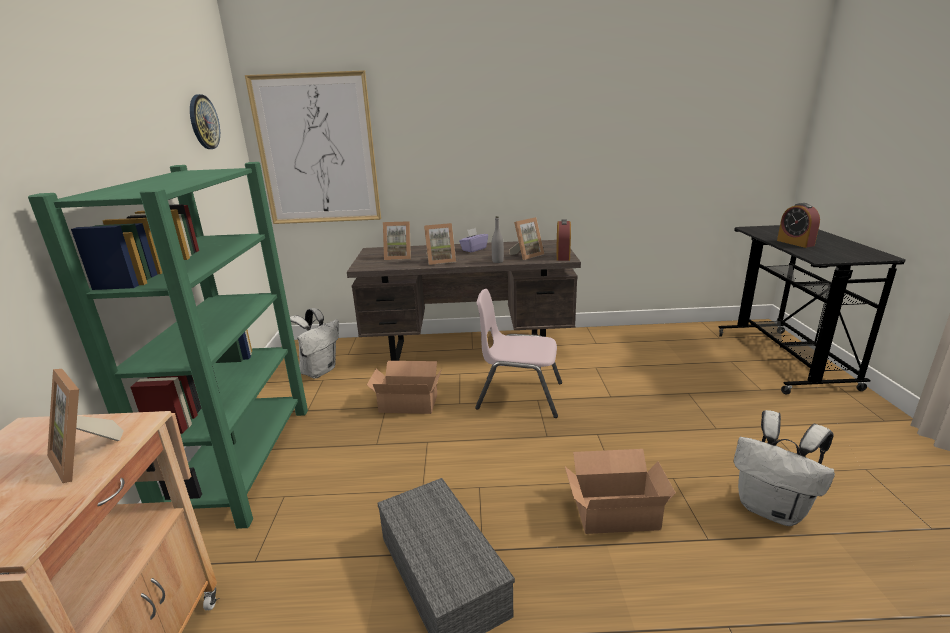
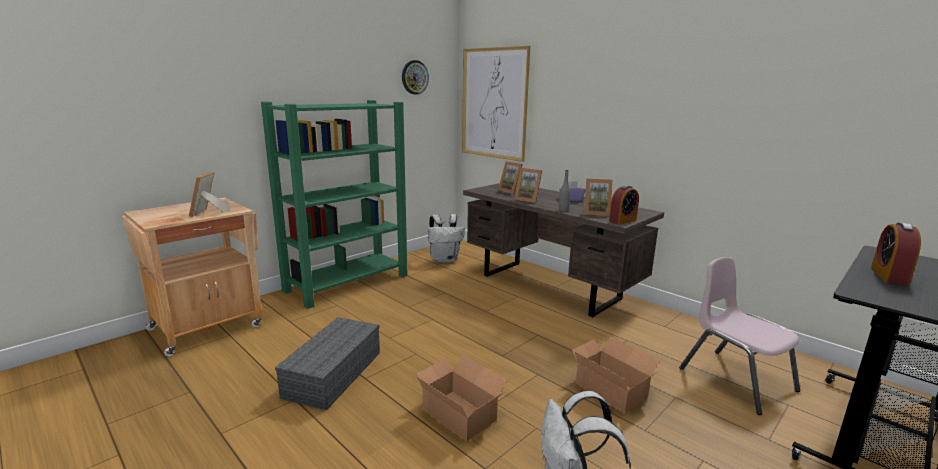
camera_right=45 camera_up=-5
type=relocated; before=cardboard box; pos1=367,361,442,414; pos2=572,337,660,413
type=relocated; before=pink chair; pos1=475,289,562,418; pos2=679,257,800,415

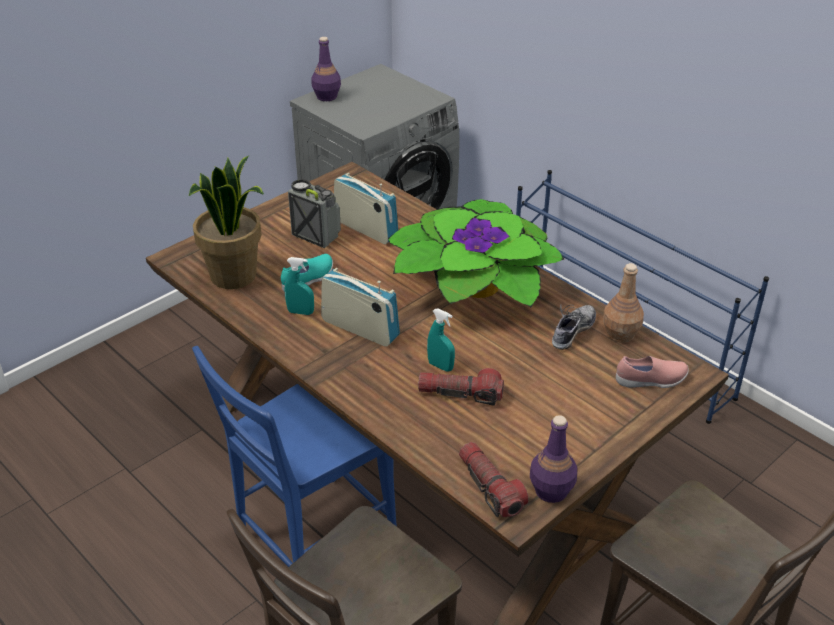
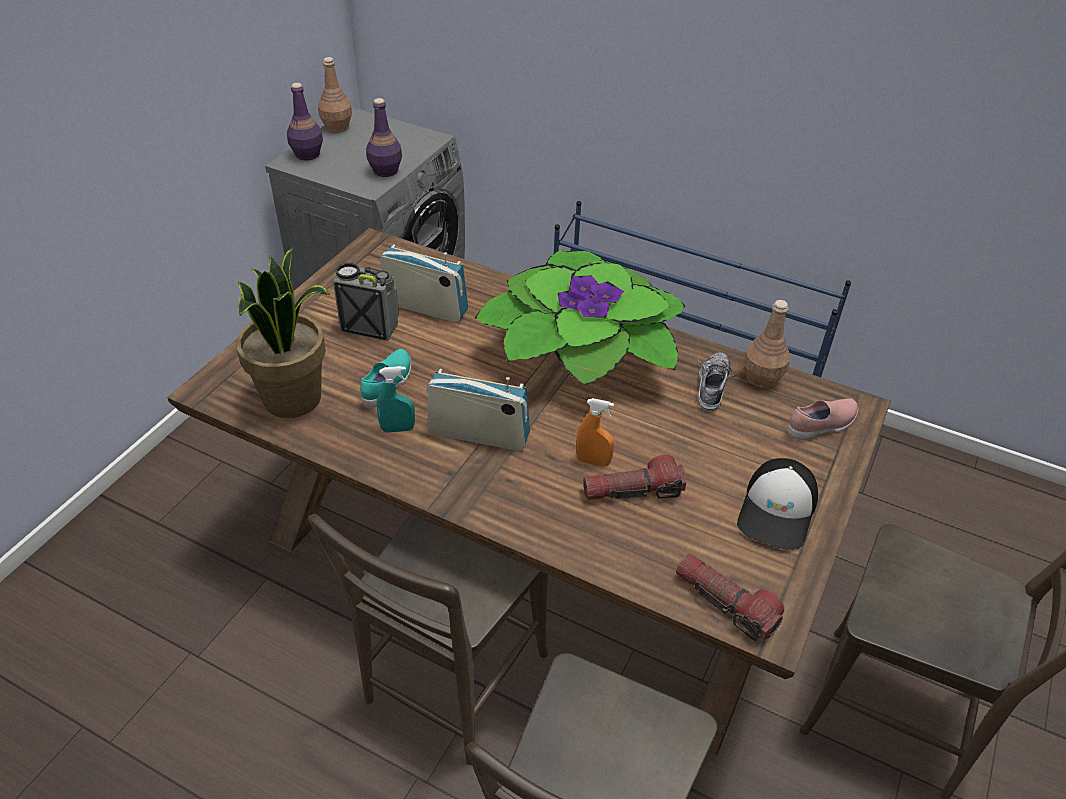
camera_right=-20 camera_up=5
type=colour; before=blue chair; after=brown chair; pos1=192,346,397,567; pos2=308,514,548,765
type=appeared; after=brown bottle; pos2=318,57,352,132
type=relocated; before=purple bottle; pos1=530,415,577,503; pos2=366,98,402,177
type=colour; before=turquoise spray bottle; after=orange spray bottle; pos1=427,309,455,372; pos2=576,398,614,467
type=appeared; after=cap; pos2=737,458,818,550

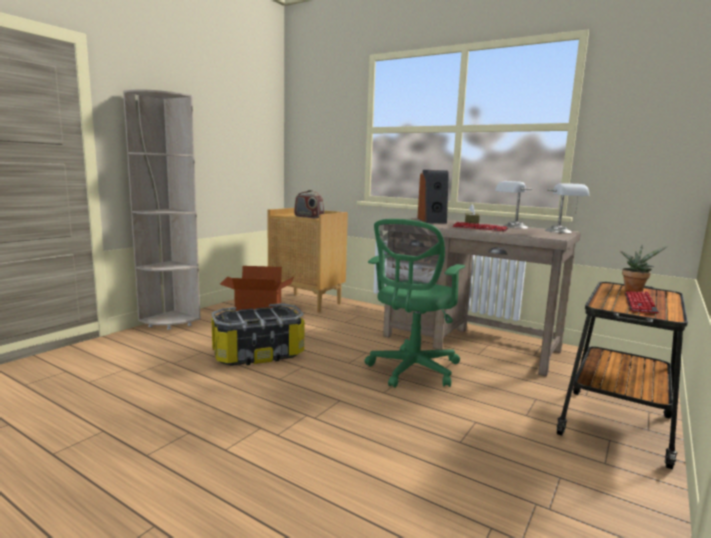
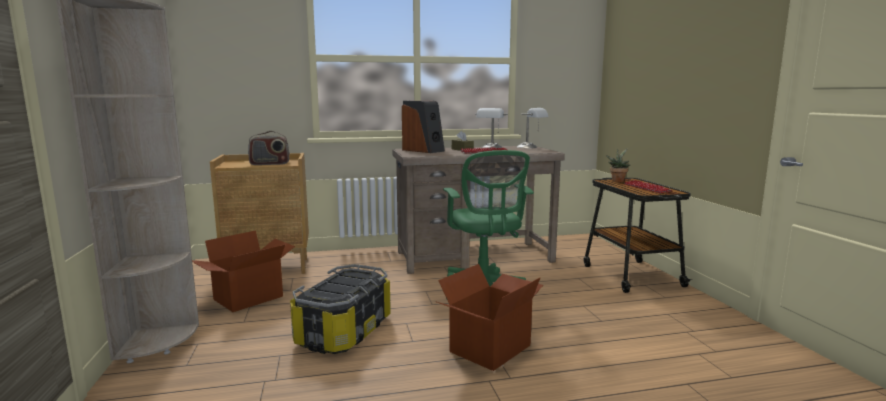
camera_right=-45 camera_up=0
type=appeared; after=cardboard box; pos2=437,264,543,371

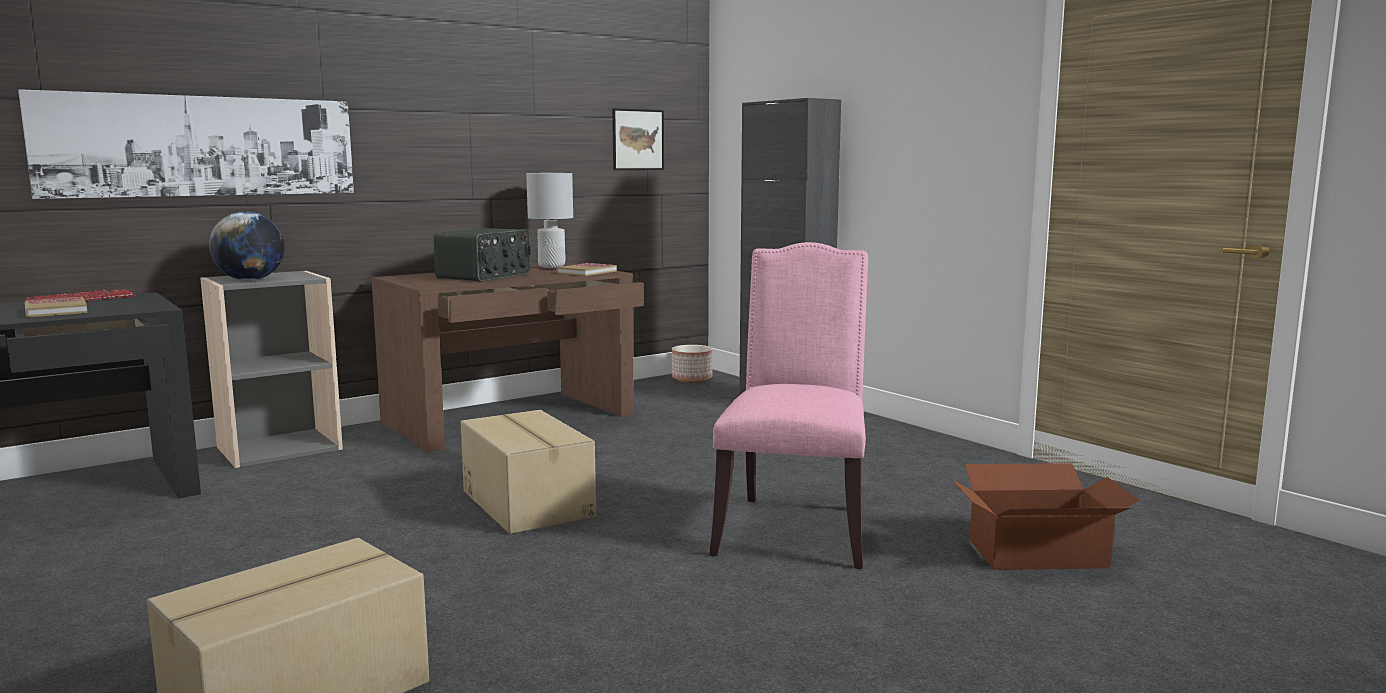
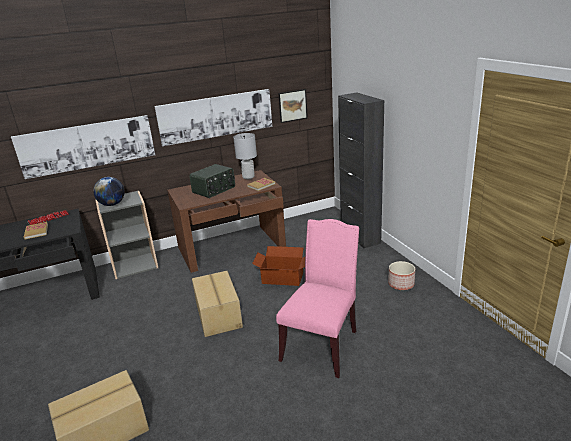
camera_right=15 camera_up=15
type=appeared; after=picture; pos2=154,89,272,146
type=relocated; before=cardboard box; pos1=951,463,1140,570; pos2=252,246,305,286
type=relocated; before=planter; pos1=672,345,713,383; pos2=388,261,415,290

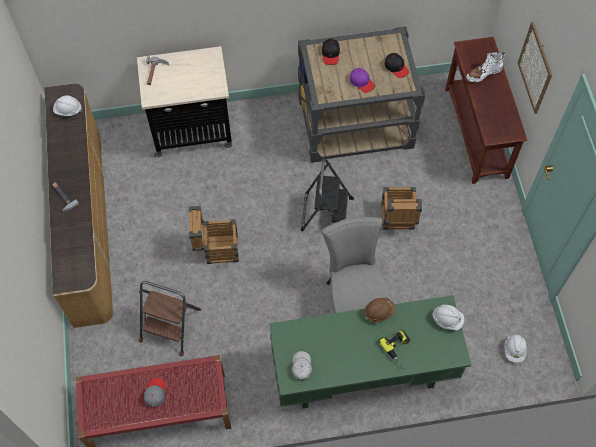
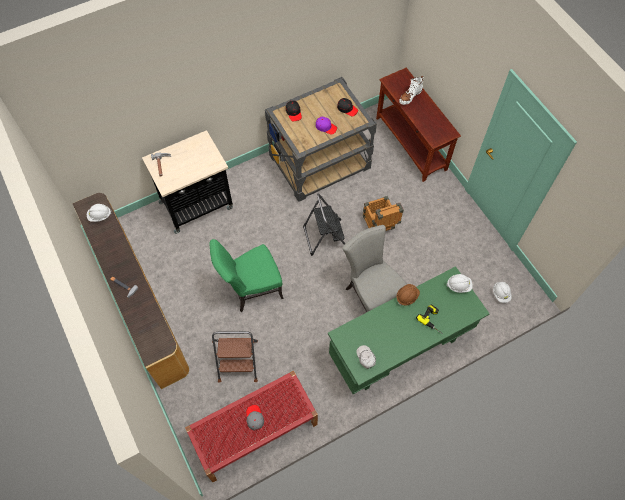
camera_right=-20 camera_up=0
type=exchanged; before=crate; after=green chair; pos1=188,206,239,264; pos2=210,239,284,312
type=missing; before=picture; pos1=518,22,552,114

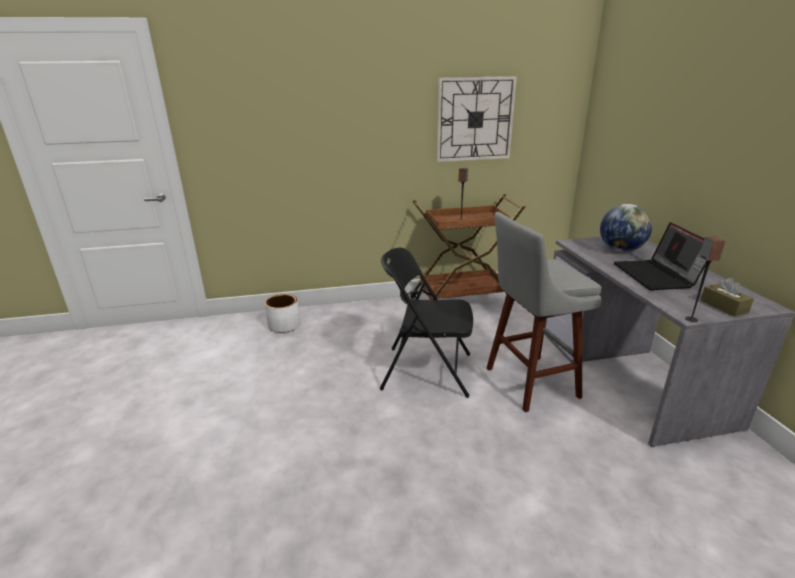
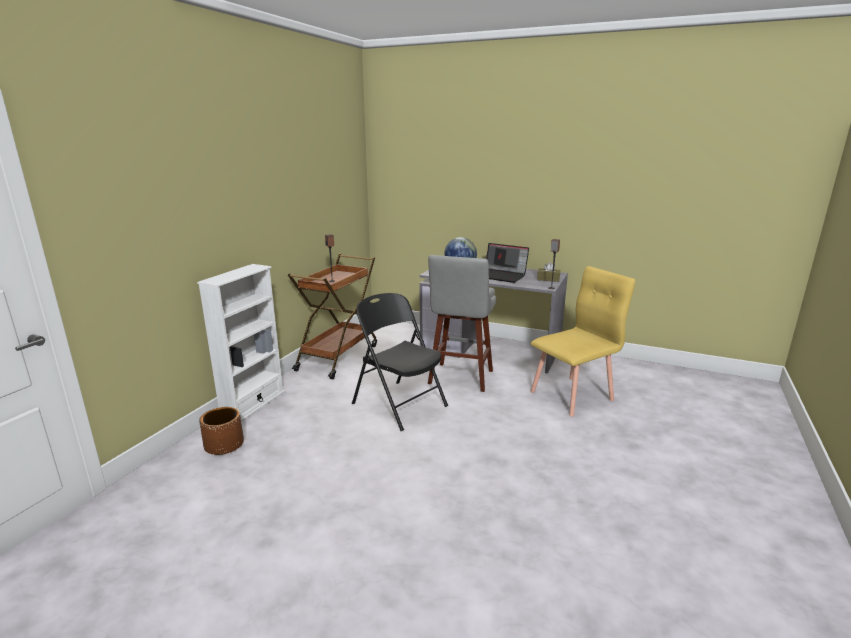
camera_right=-55 camera_up=-5
type=appeared; after=white bookcase; pos2=197,264,285,422
type=colour; before=white planter; after=brown planter; pos1=265,294,300,333; pos2=199,407,244,455
type=spun; before=black chair; pos1=380,248,473,398; pos2=352,293,448,431; turn=90
type=appeared; after=yellow chair; pos2=530,266,635,416
type=missing; before=wall clock; pos1=437,76,517,162

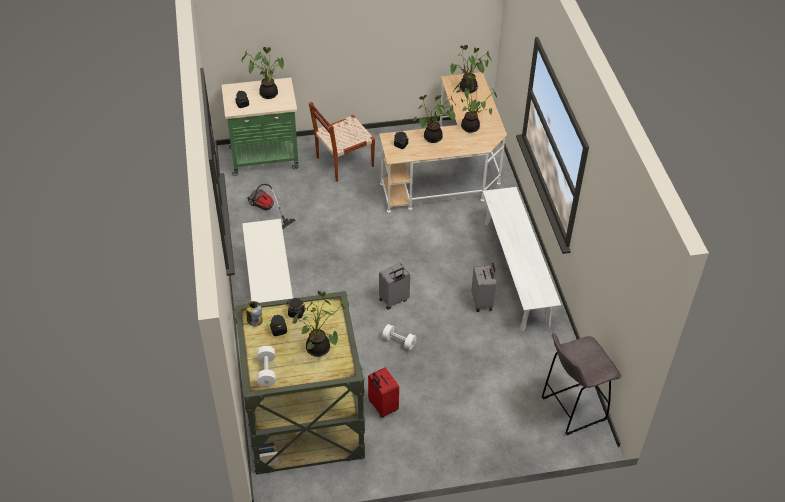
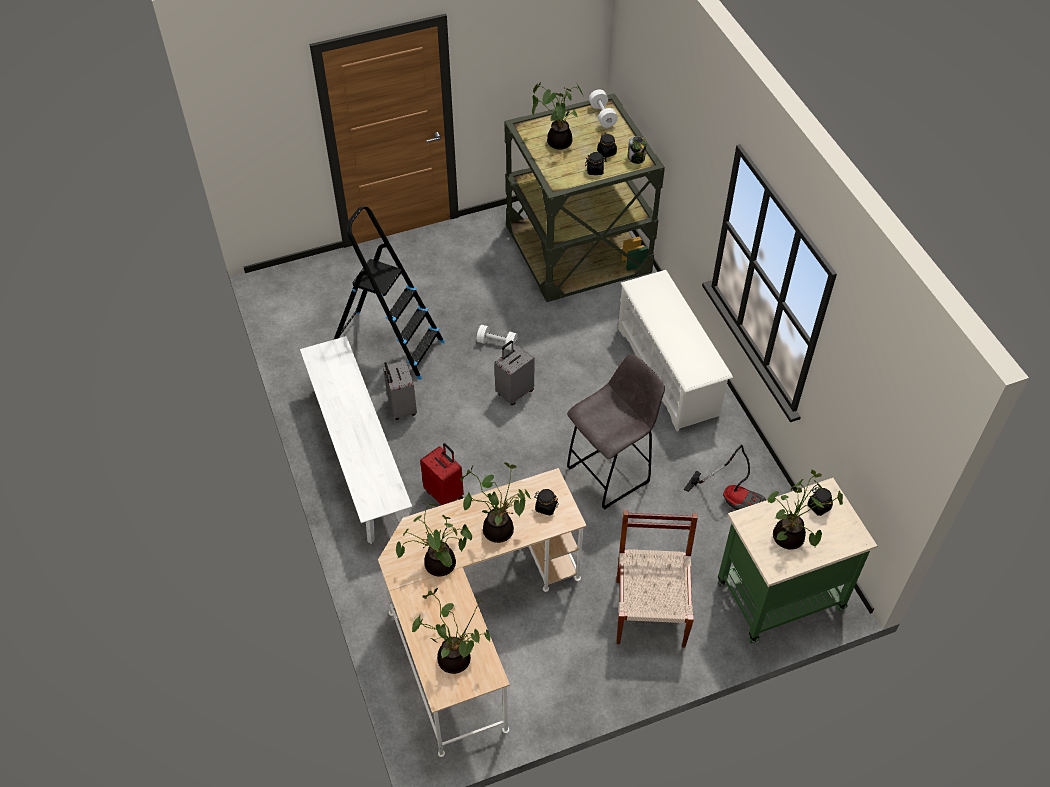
camera_right=170 camera_up=5
type=appeared; after=black step ladder; pos2=334,206,445,380
type=relocated; before=red suitcase; pos1=368,367,399,418; pos2=420,443,464,505
type=relocated; before=grey stool; pos1=542,333,621,435; pos2=567,354,665,510
type=spun; before=chair; pos1=309,102,375,182; pos2=616,510,698,648; turn=-45

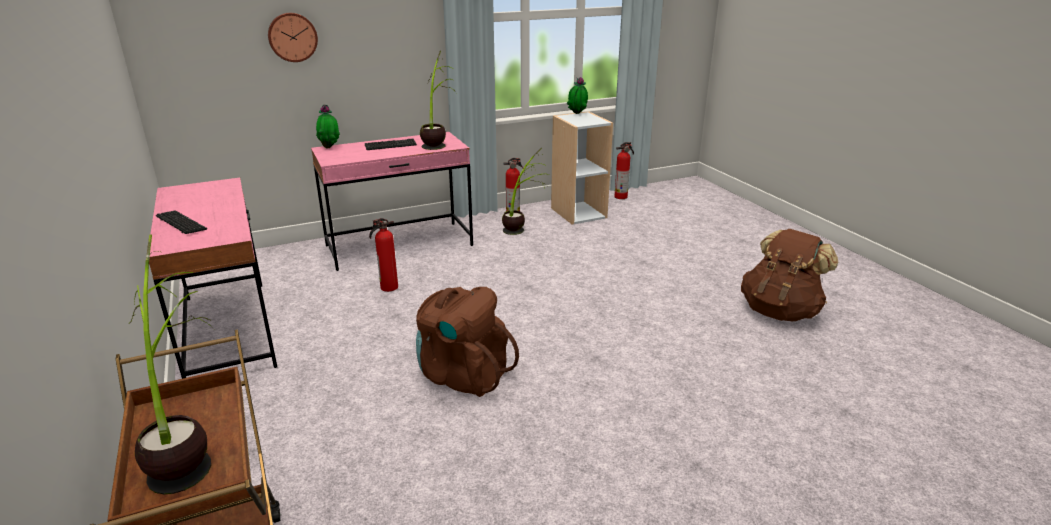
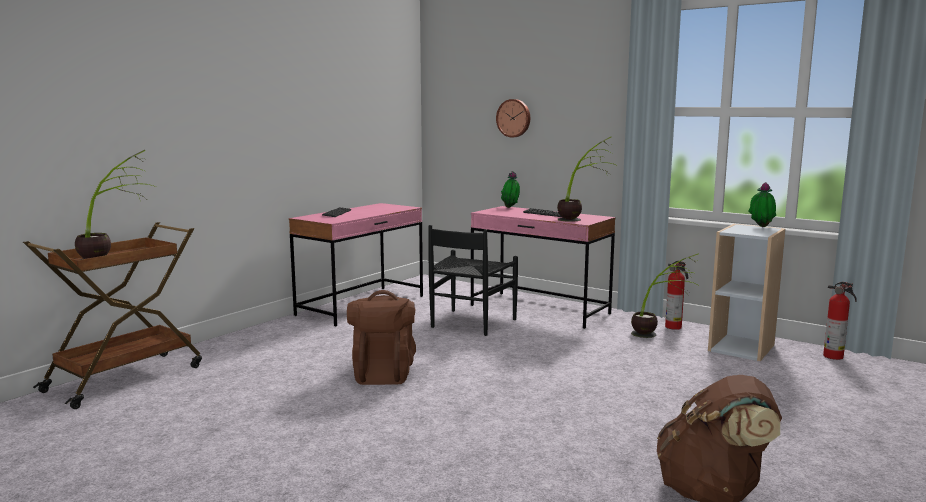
camera_right=60 camera_up=-15
type=exchanged; before=fire extinguisher; after=black chair; pos1=369,218,398,292; pos2=429,225,518,336

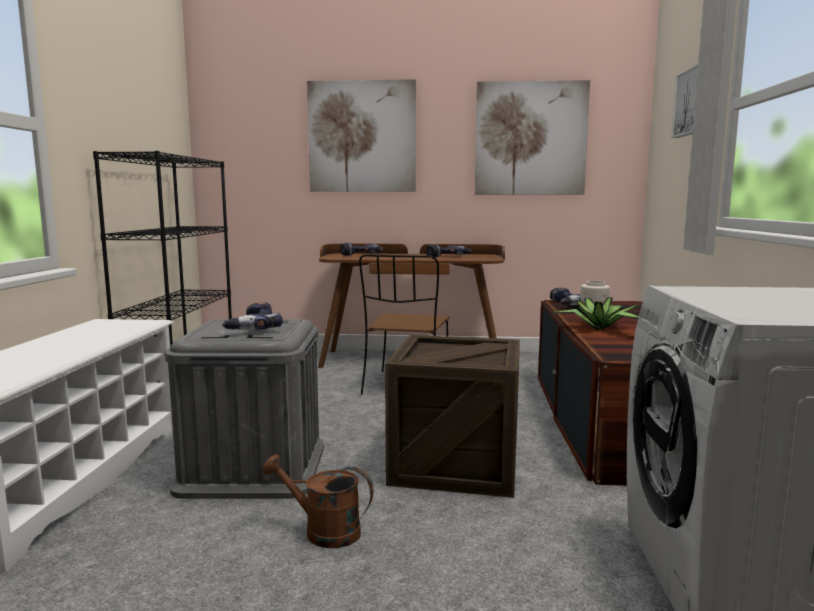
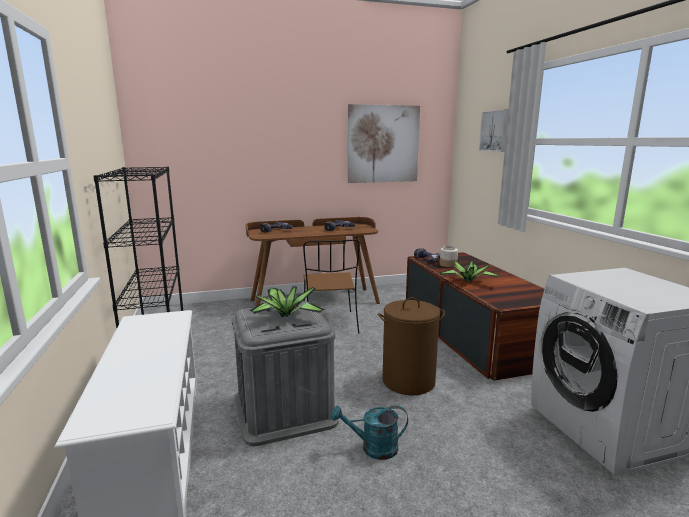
camera_right=-20 camera_up=5
type=exchanged; before=power drill; after=potted plant; pos1=222,303,283,330; pos2=250,286,325,318
type=colour; before=brown watering can; after=turquoise watering can; pos1=262,454,374,548; pos2=331,405,408,460
type=exchanged; before=crate; after=brown laundry basket; pos1=385,335,520,498; pos2=378,297,445,395
type=missing; before=picture; pos1=307,79,416,192

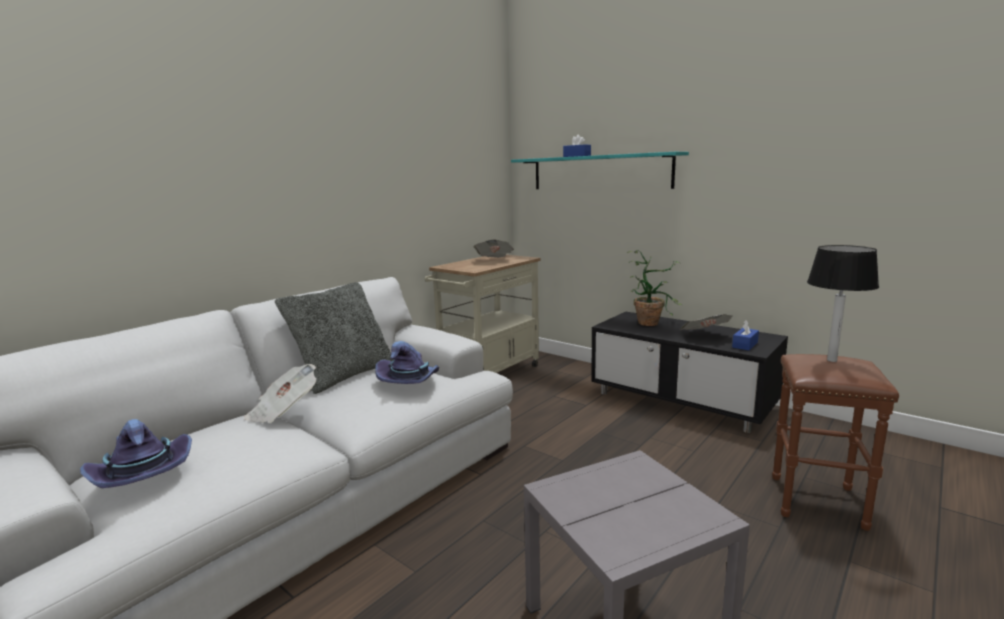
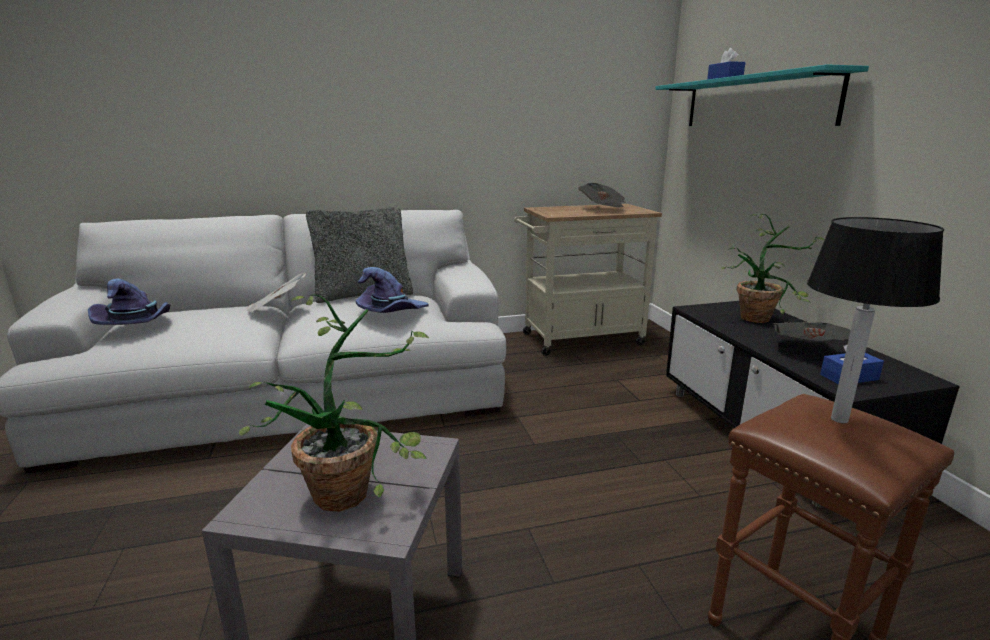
camera_right=35 camera_up=5
type=appeared; after=potted plant; pos2=239,294,429,512

